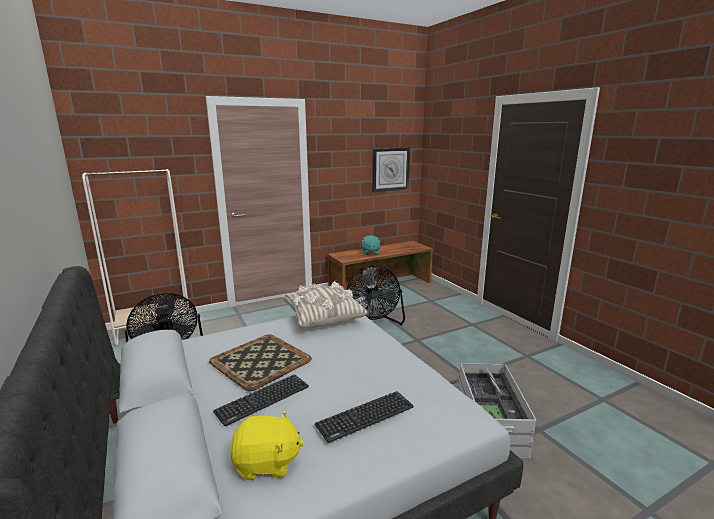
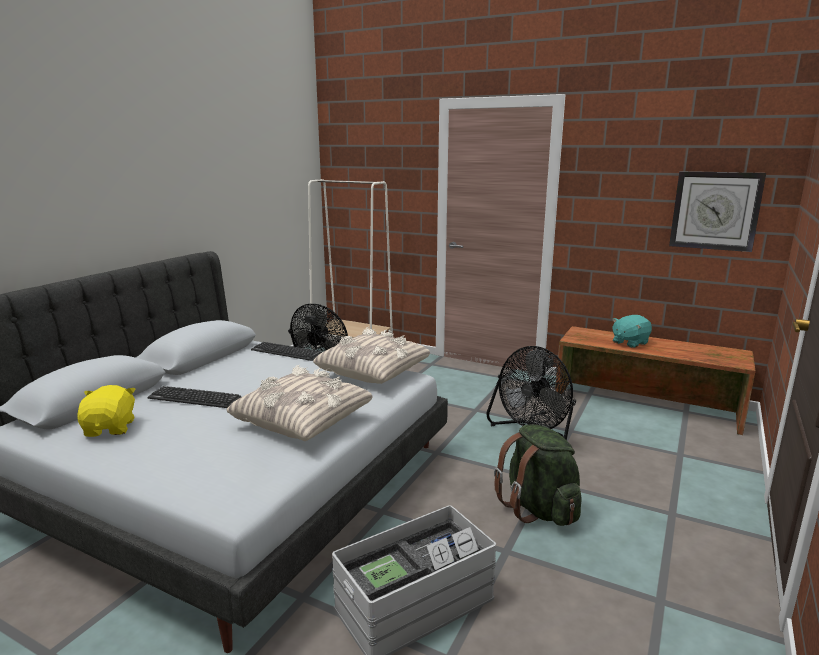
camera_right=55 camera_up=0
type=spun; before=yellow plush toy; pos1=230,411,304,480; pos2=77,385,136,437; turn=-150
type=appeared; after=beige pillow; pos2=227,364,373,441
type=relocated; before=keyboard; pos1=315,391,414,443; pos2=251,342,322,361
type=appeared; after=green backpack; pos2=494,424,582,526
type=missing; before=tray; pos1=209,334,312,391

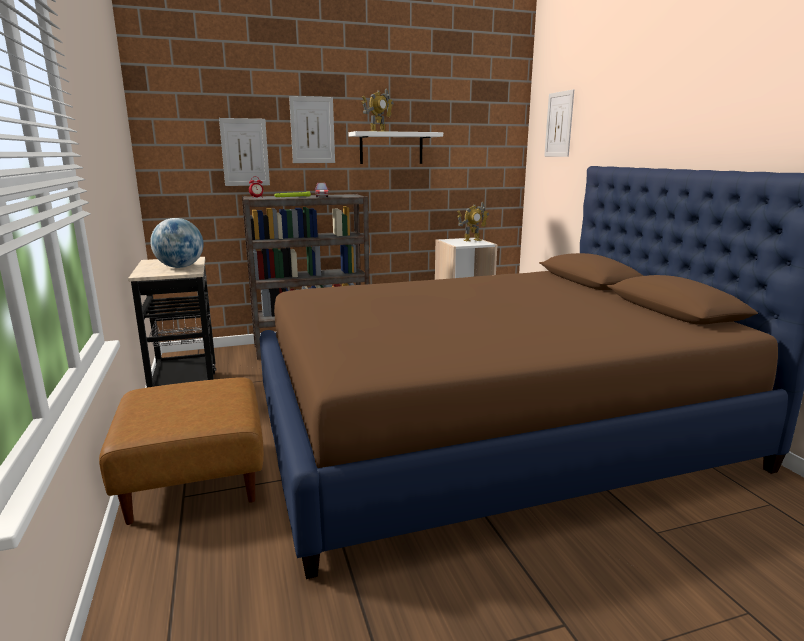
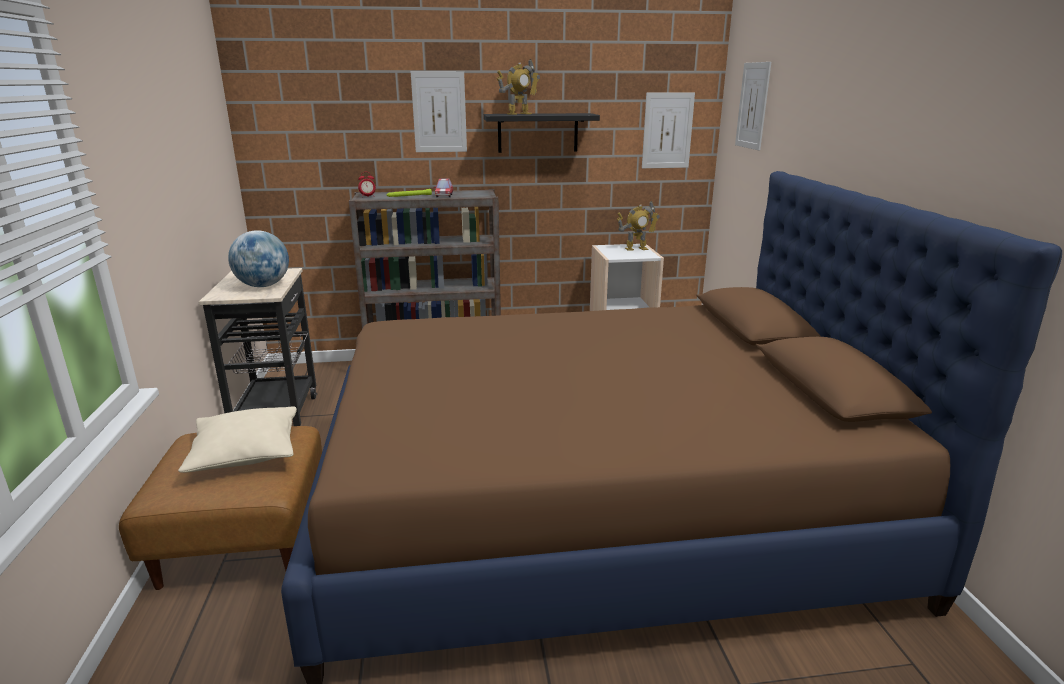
camera_right=10 camera_up=5
type=appeared; after=beige pillow; pos2=178,406,297,473
type=colour; before=white shelf; after=black shelf; pos1=348,131,443,164; pos2=484,113,600,153
type=relocated; before=picture; pos1=219,118,270,186; pos2=642,92,695,168

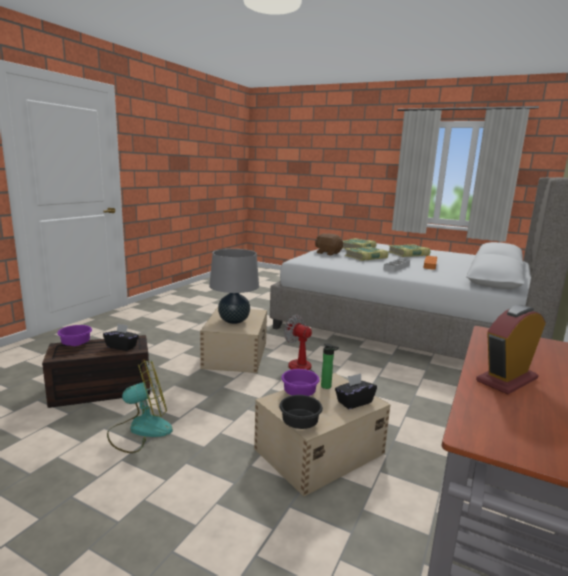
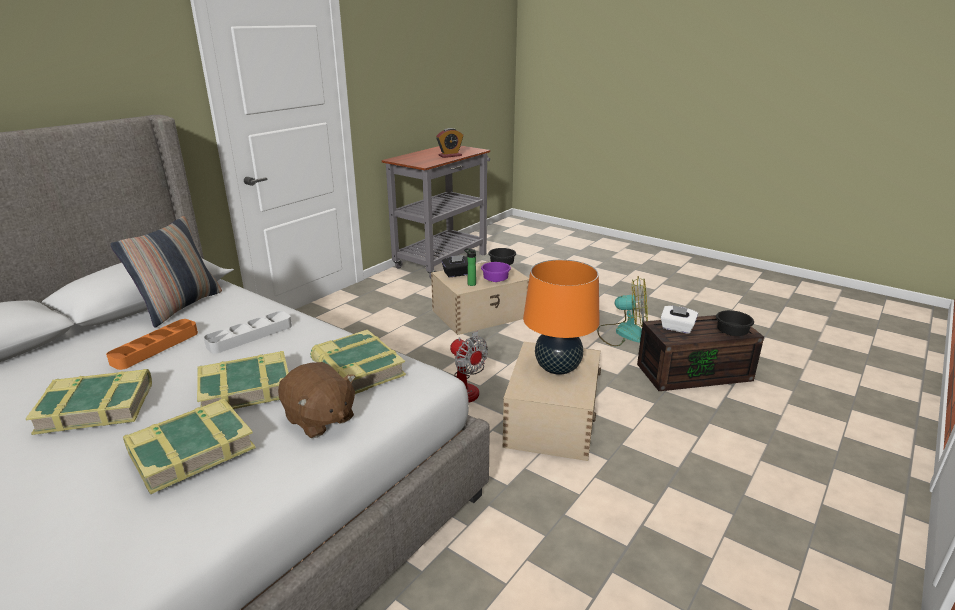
camera_right=-170 camera_up=10
type=appeared; after=pillow; pos2=110,216,222,328
type=appeared; after=book; pos2=310,330,406,394
type=colour; before=grey table lamp; after=orange table lamp; pos1=209,249,259,324; pos2=523,260,600,375
type=spun; before=fan; pos1=107,360,173,453; pos2=597,276,648,346; turn=-150
type=colour; before=black tissue box; after=white tissue box; pos1=103,324,139,351; pos2=661,305,698,334
type=colour; before=purple bowl; after=black bowl; pos1=57,325,92,346; pos2=716,310,754,336

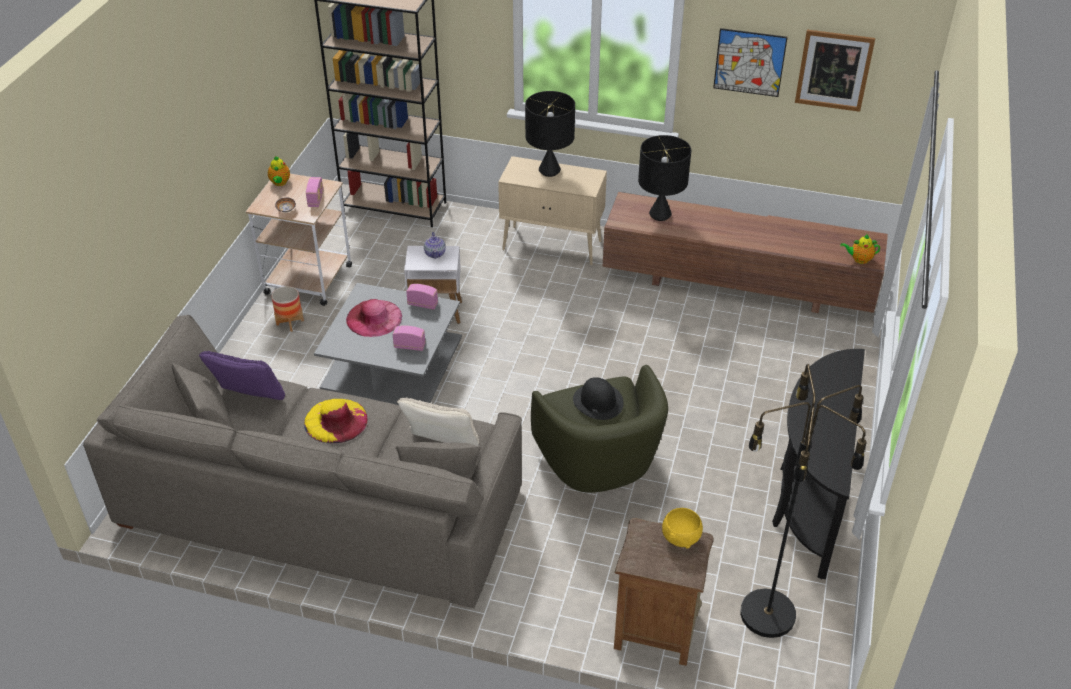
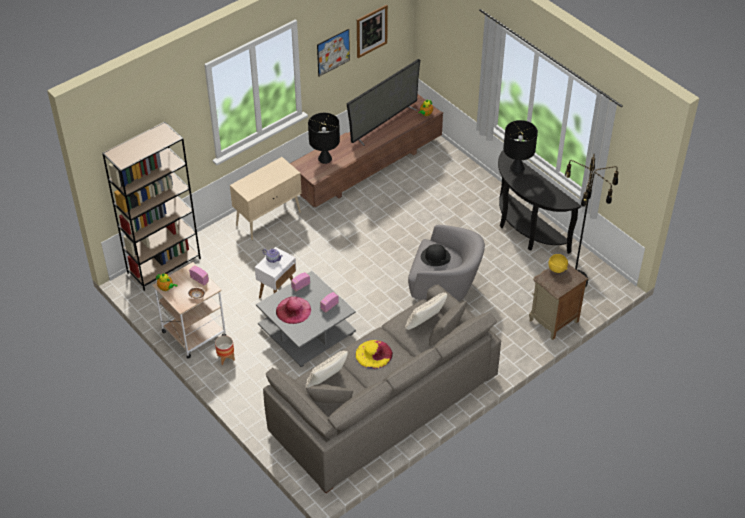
camera_right=-55 camera_up=5
type=colour; before=purple pillow; after=beige pillow; pos1=199,351,285,400; pos2=306,350,348,388
type=appeared; after=television; pos2=347,59,420,146
type=colour; before=green armchair; after=grey armchair; pos1=531,365,668,493; pos2=408,225,485,302
type=relocated; before=black table lamp; pos1=525,91,575,177; pos2=503,120,538,173

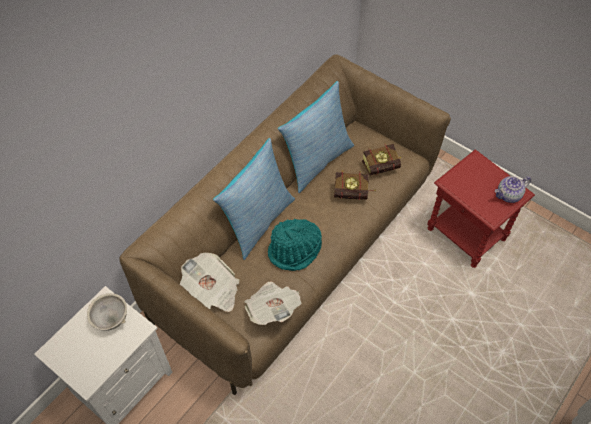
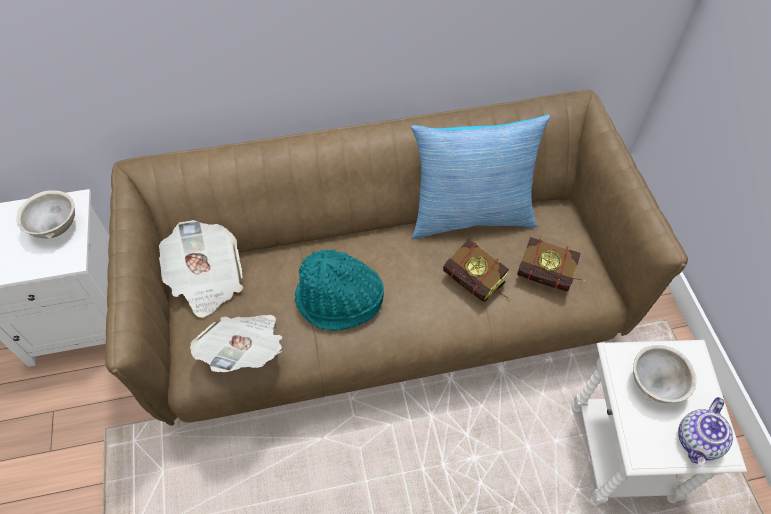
camera_right=40 camera_up=0
type=colour; before=red side table; after=white side table; pos1=427,149,535,268; pos2=572,340,747,506
type=appeared; after=grey bowl; pos2=633,345,697,403
type=spun; before=teapot; pos1=495,176,531,203; pos2=678,397,733,466; turn=-75
type=missing; before=pillow; pos1=213,138,295,260

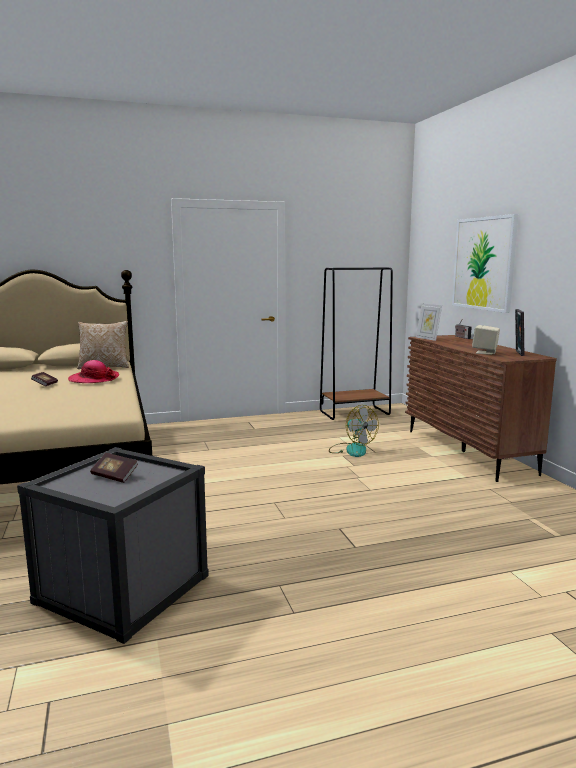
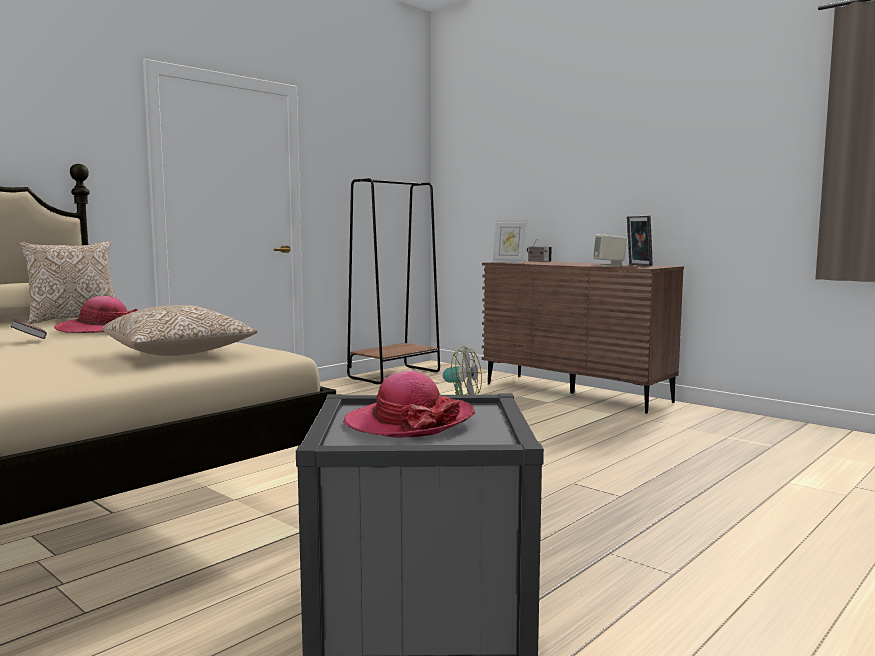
camera_right=-30 camera_up=-5
type=appeared; after=pillow; pos2=103,305,258,356
type=exchanged; before=book; after=hat; pos1=90,453,138,483; pos2=343,371,476,438
type=missing; before=picture; pos1=452,214,519,313

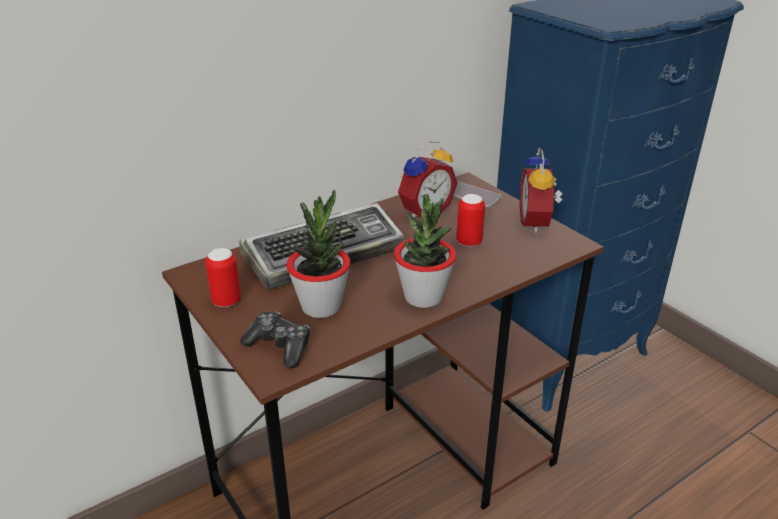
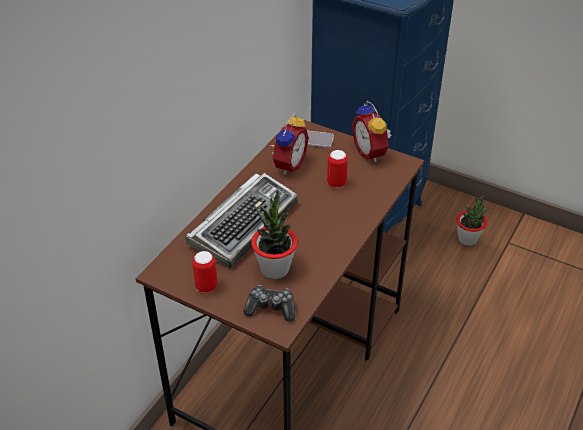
camera_right=-25 camera_up=10
type=relocated; before=potted plant; pos1=394,194,456,308; pos2=456,196,489,246

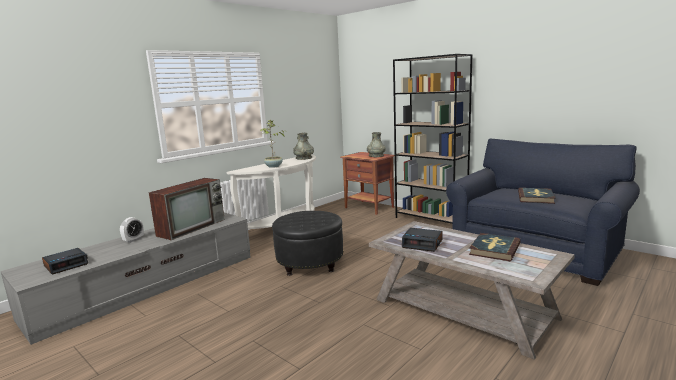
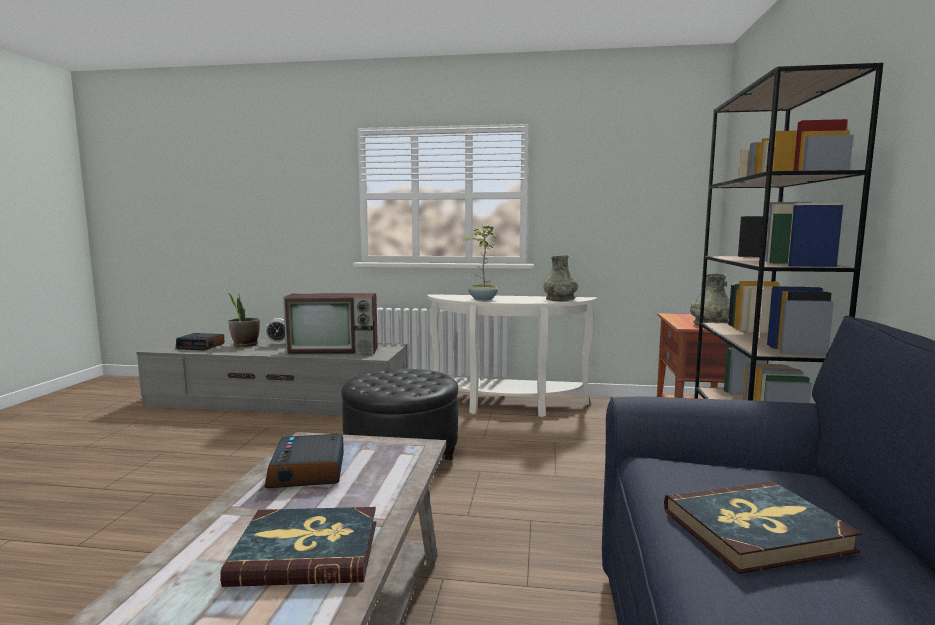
camera_right=55 camera_up=-5
type=appeared; after=potted plant; pos2=228,293,260,347

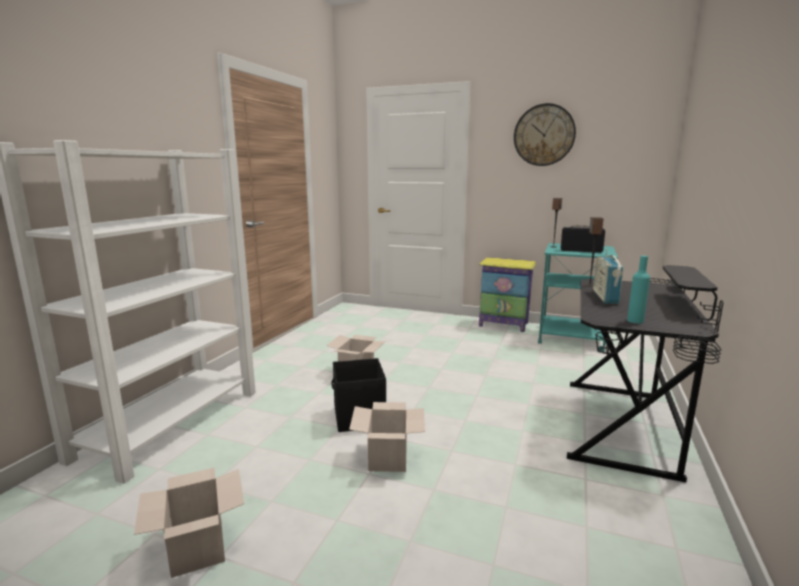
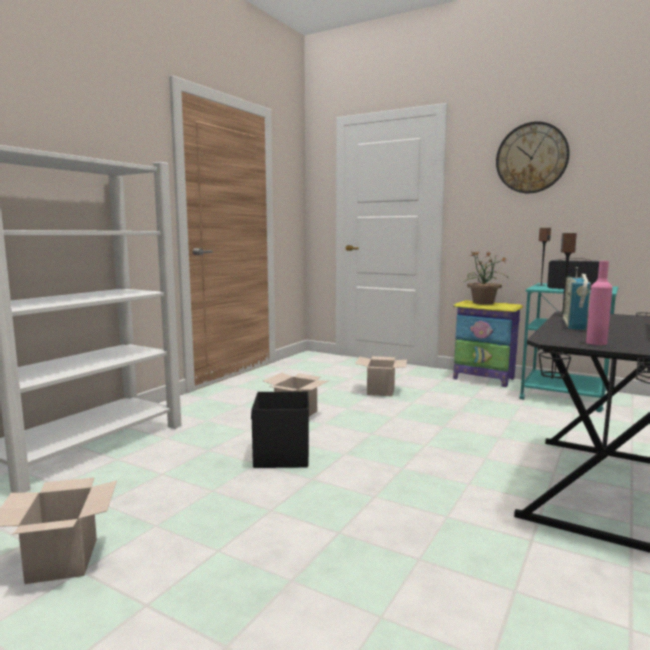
camera_right=10 camera_up=-5
type=relocated; before=cardboard box; pos1=349,402,425,472; pos2=355,356,407,396
type=appeared; after=potted plant; pos2=465,251,507,305
type=colour; before=turquoise bottle; after=pink bottle; pos1=627,256,650,324; pos2=586,261,613,345

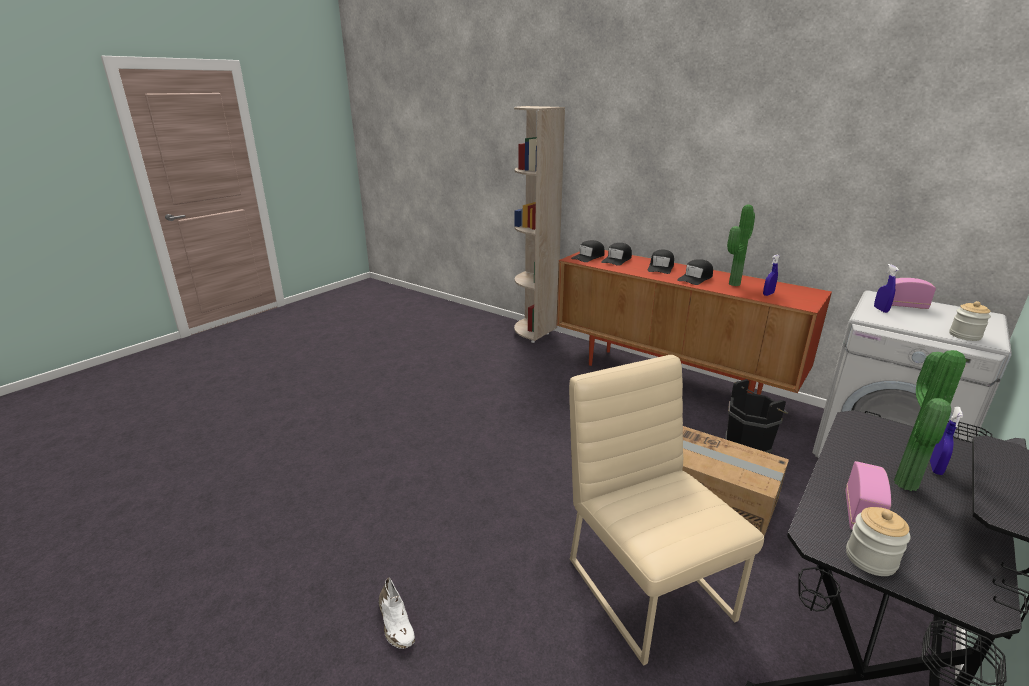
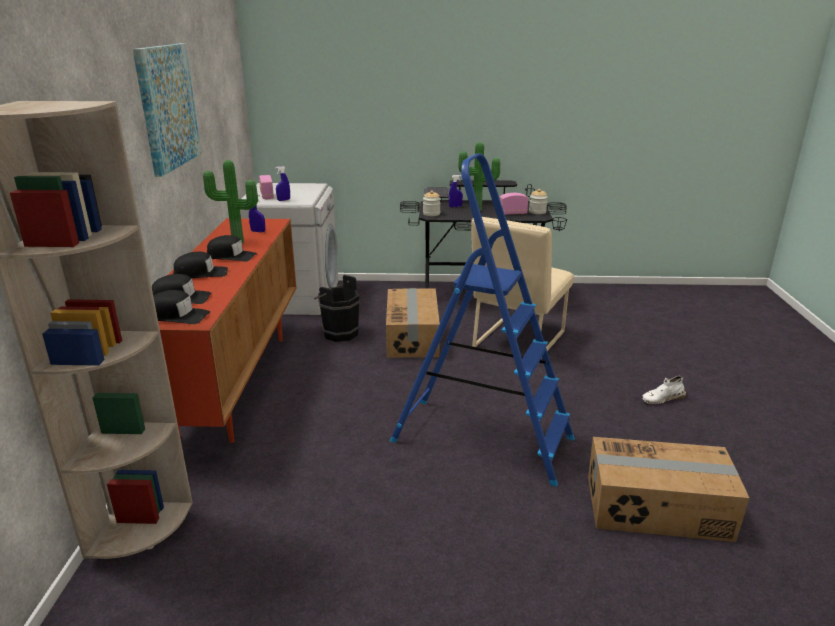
camera_right=-125 camera_up=0
type=appeared; after=picture; pos2=133,43,201,177
type=appeared; after=blue step ladder; pos2=390,153,575,486
type=relocated; before=jar; pos1=949,301,991,341; pos2=423,190,441,216
type=appeared; after=cardboard box; pos2=588,437,749,542
type=spun; before=white shoe; pos1=379,577,415,649; pos2=642,376,687,404; turn=-135

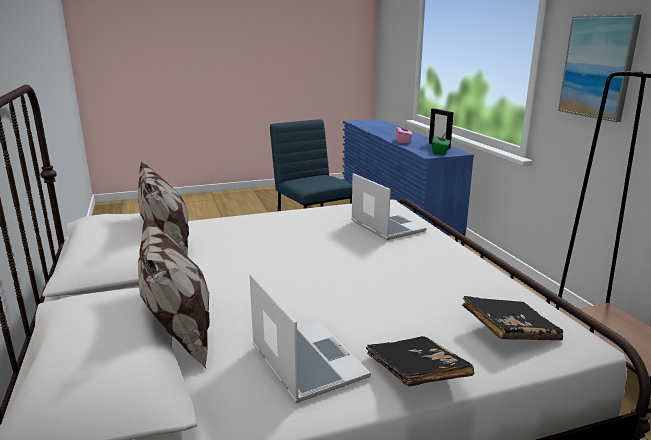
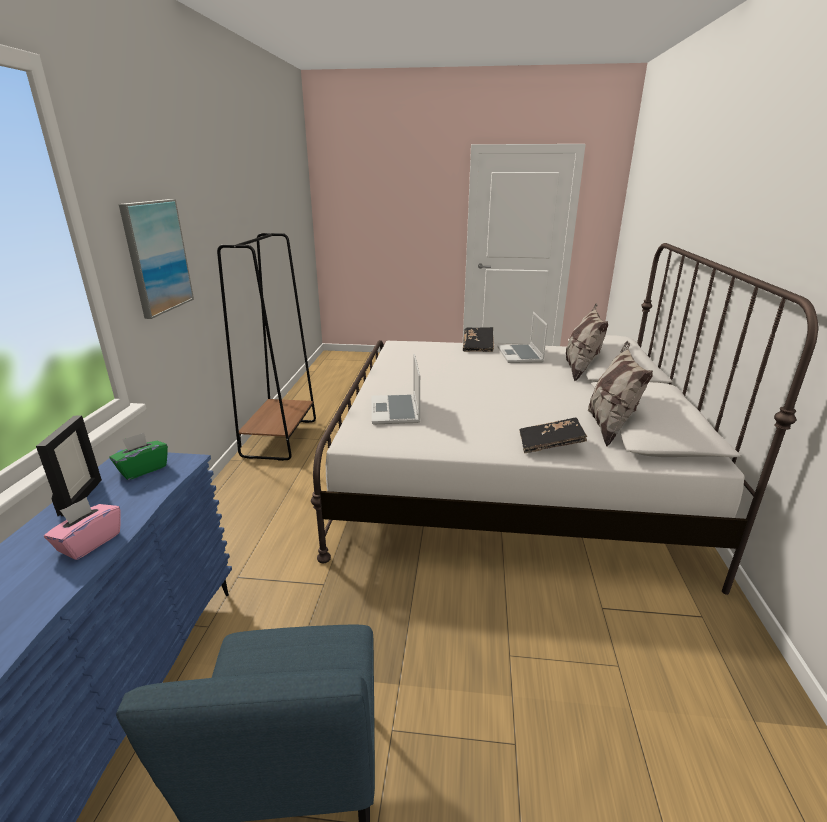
camera_right=-155 camera_up=5
type=relocated; before=black book; pos1=462,296,564,340; pos2=519,418,587,453

